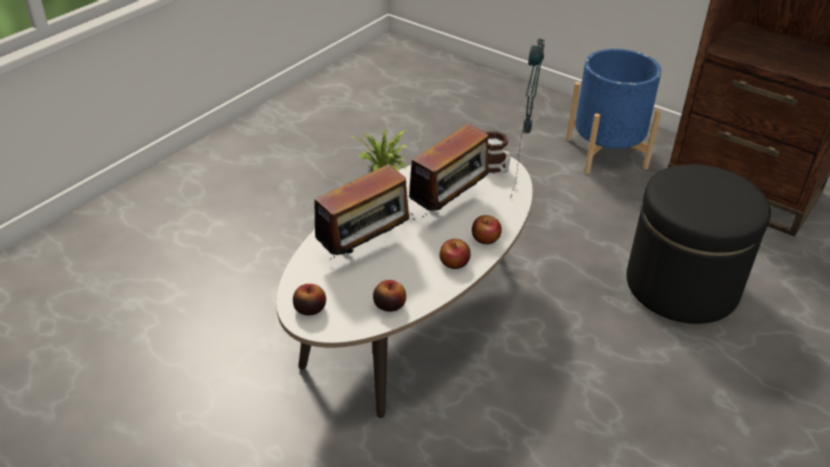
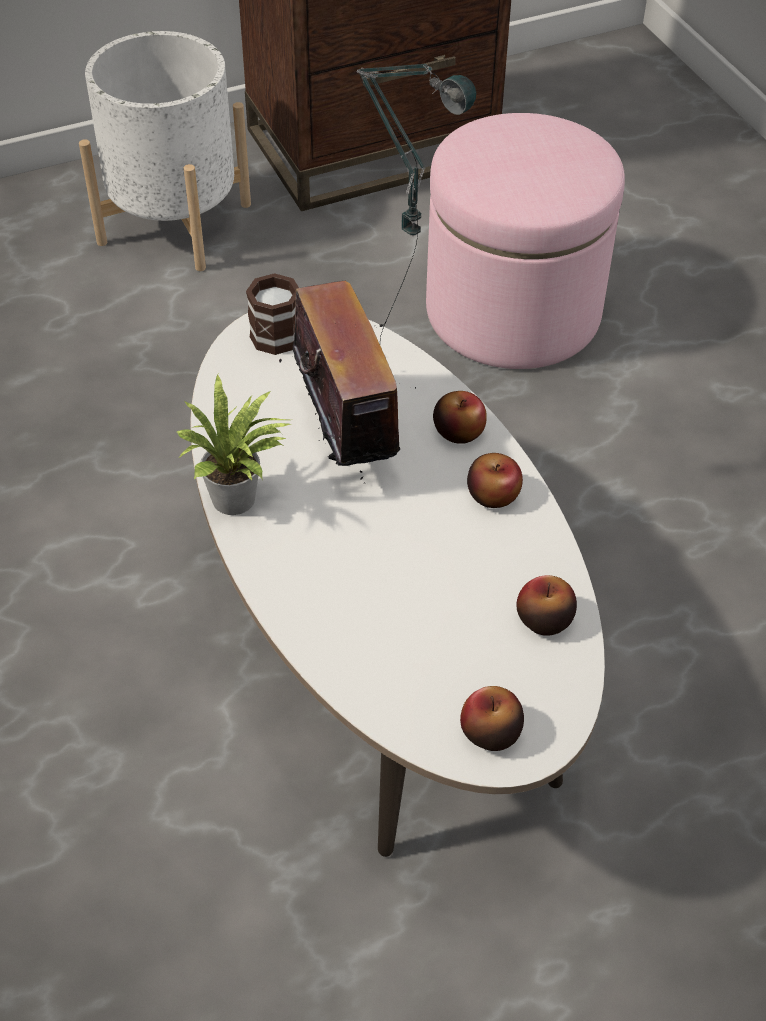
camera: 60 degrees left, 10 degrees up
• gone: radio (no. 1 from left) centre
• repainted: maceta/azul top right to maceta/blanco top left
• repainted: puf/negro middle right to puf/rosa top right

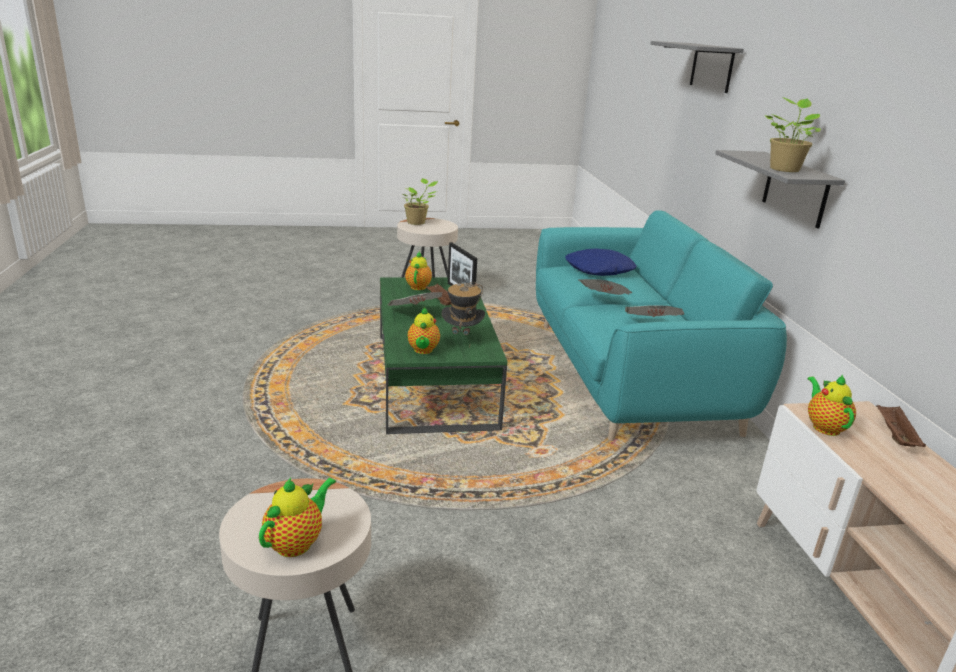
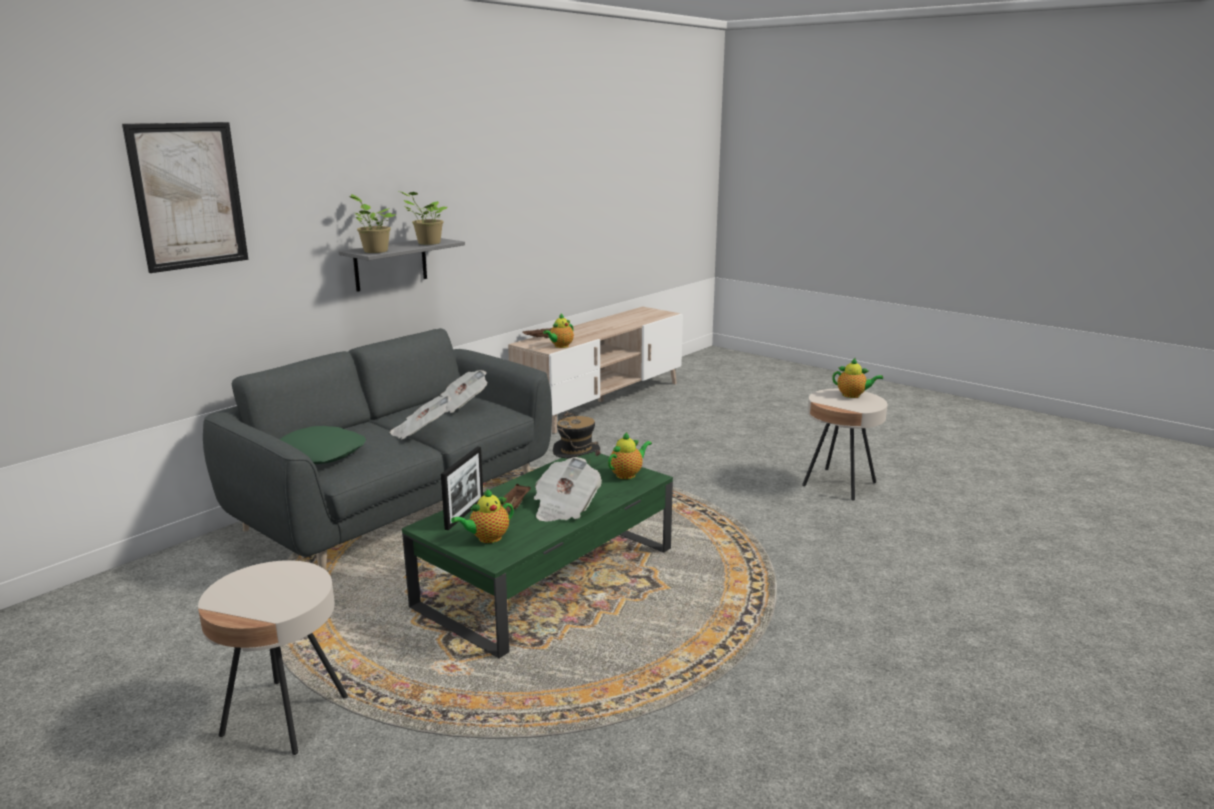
camera: 130 degrees left, 5 degrees down
• rotated: tetera (no. 1 from left in the first image) bottom left = middle right 150 degrees counterclockwise
• shifted: planta en maceta (no. 1 from left) top centre to top left
• repainted: sofá/turquesa middle right to sofá/gris middle left
• repainted: cojín/azul centre to cojín/verde middle left
• swapped: estante/gris (no. 1 from left) top right to cuadro top left

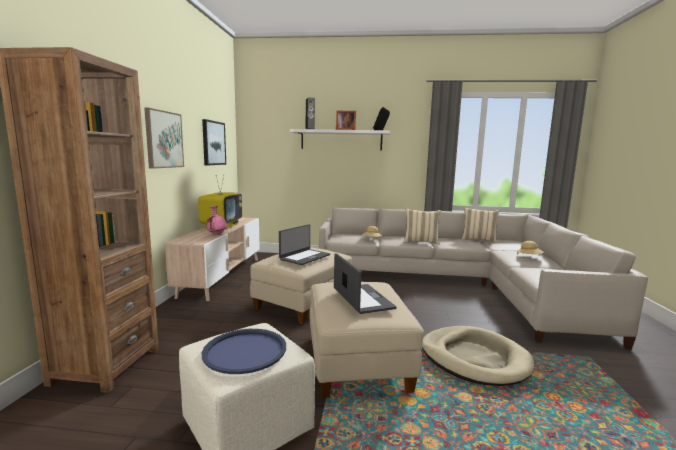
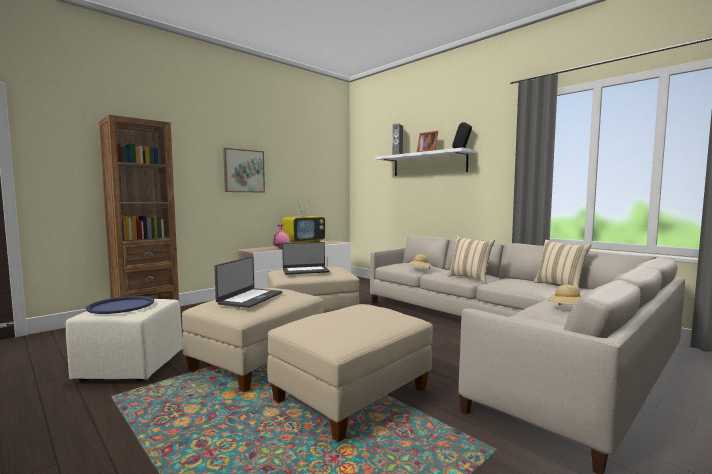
camera: 40 degrees right, 5 degrees down
• gone: cuadro (no. 2 from left) top left
• swapped: cama para perro/beis bottom right to puf/beis (no. 4 from left) bottom centre

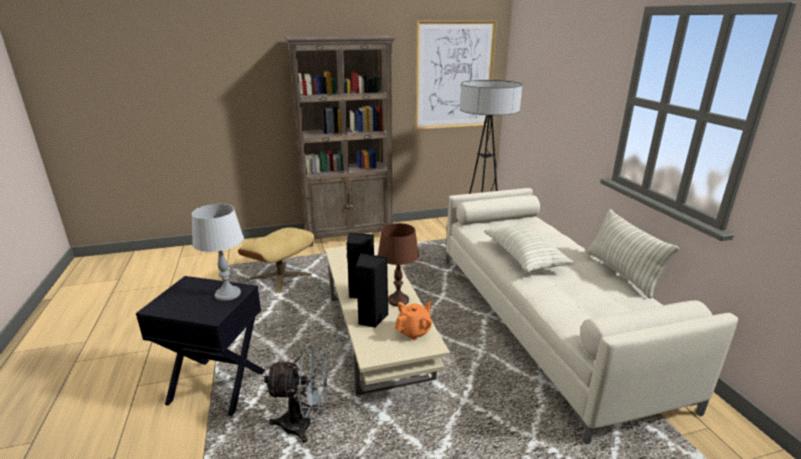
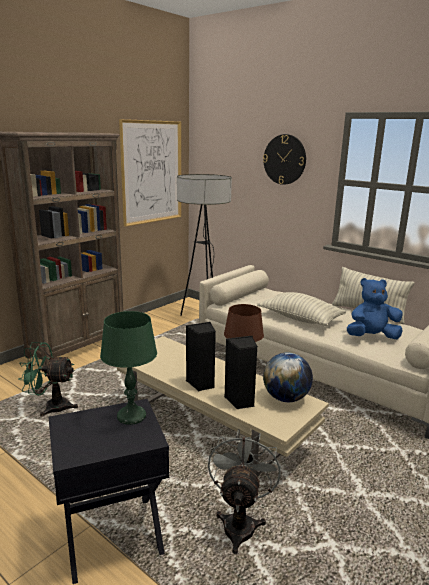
camera: 35 degrees left, 5 degrees down
• repainted: lámpara de mesa/gris middle left to lámpara de mesa/verde middle left
• swapped: puf/beis centre to ventilador/verde middle left
• rotated: ventilador/gris bottom centre = bottom centre 45 degrees counterclockwise
• swapped: tetera/naranja bottom centre to globo terráqueo middle right
• new: reloj de pared top centre
• new: peluche/azul middle right

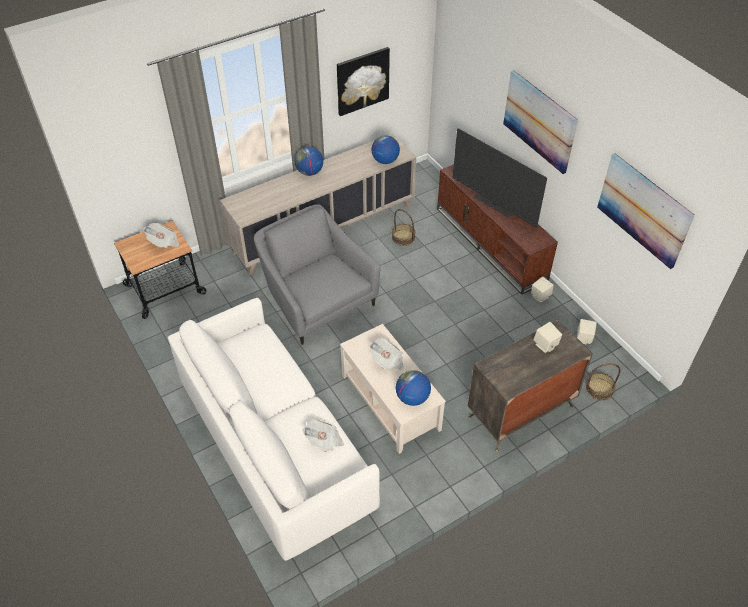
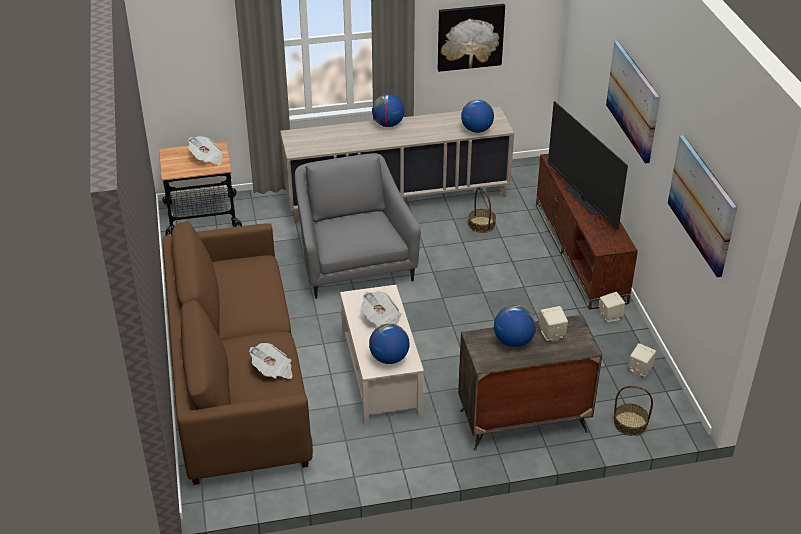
camera: 20 degrees right, 10 degrees down
• repainted: sofá/blanco bottom centre to sofá/marrón middle left
• new: globo terráqueo (no. 4 from left) centre

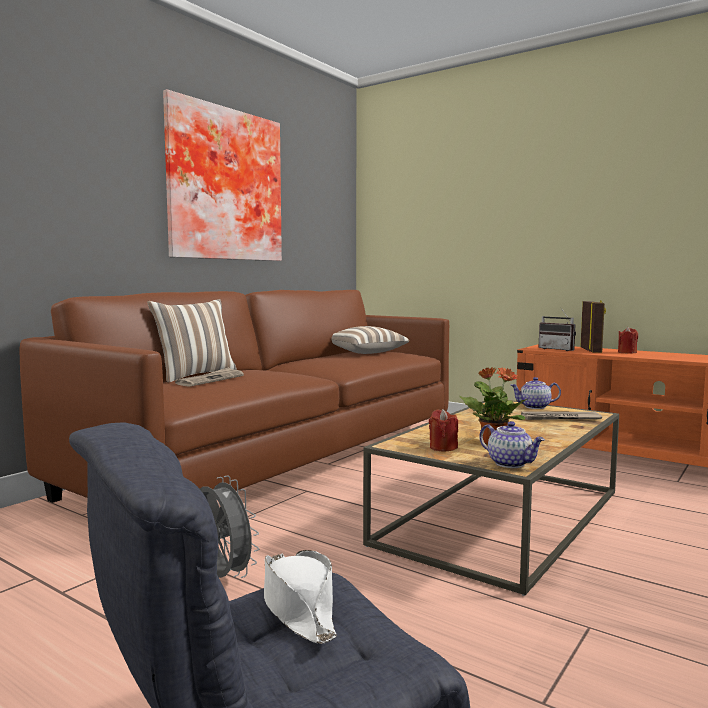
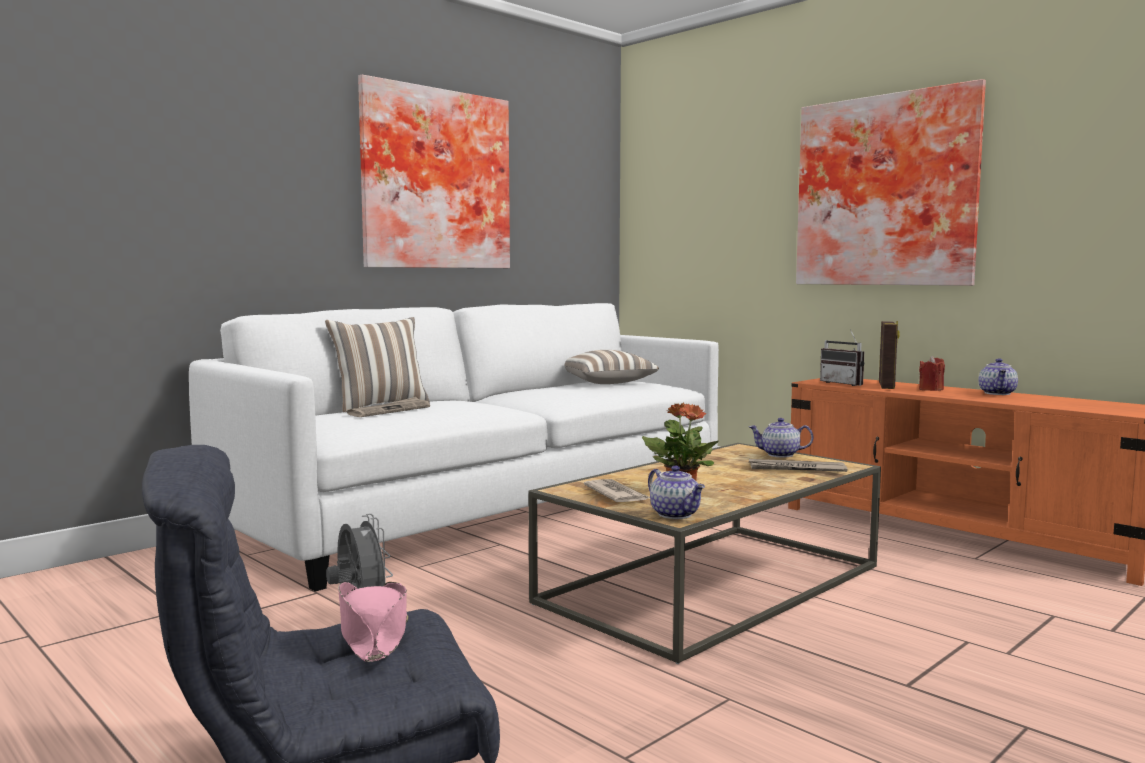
camera: 10 degrees right, 0 degrees up
• repainted: sofá/marrón middle left to sofá/blanco centre
• repainted: sombrero/blanco bottom centre to sombrero/rosa bottom left
• swapped: vela/rojo (no. 1 from left) centre to periódico (no. 2 from left) centre
• new: cuadro (no. 2 from left) top right
• new: tetera (no. 3 from left) middle right

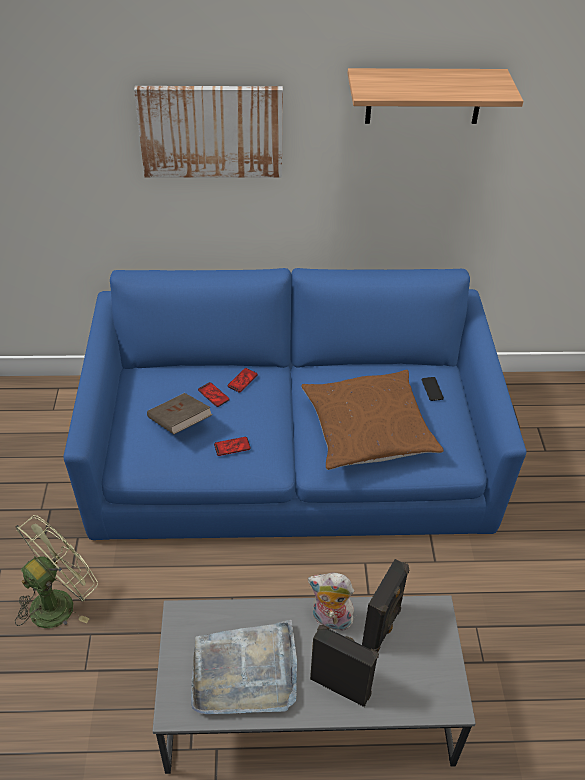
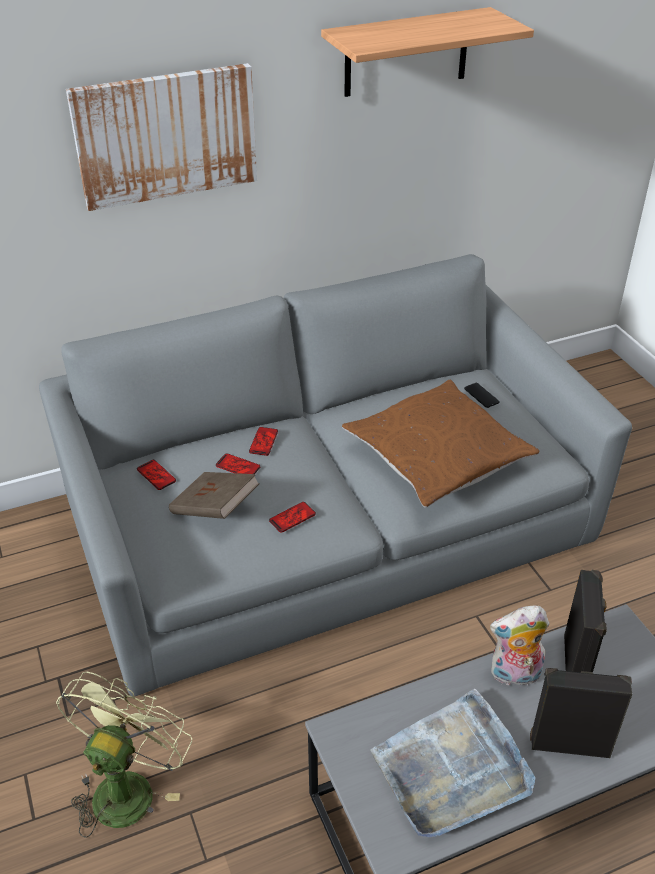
camera: 20 degrees left, 5 degrees down
• repainted: sofá/azul centre to sofá/gris centre
• new: móvil (no. 1 from left) middle left

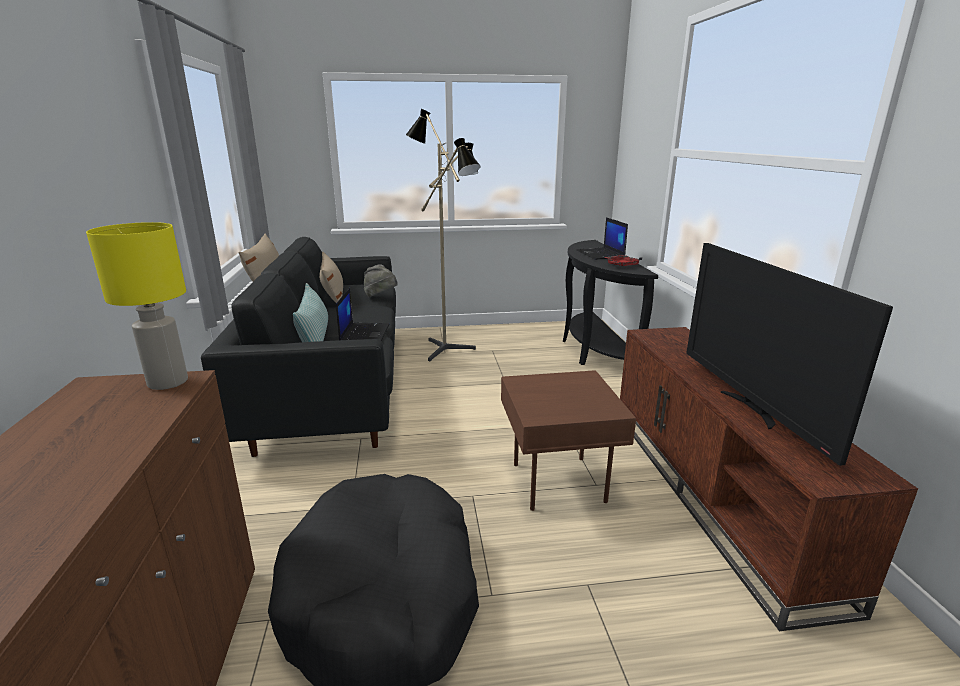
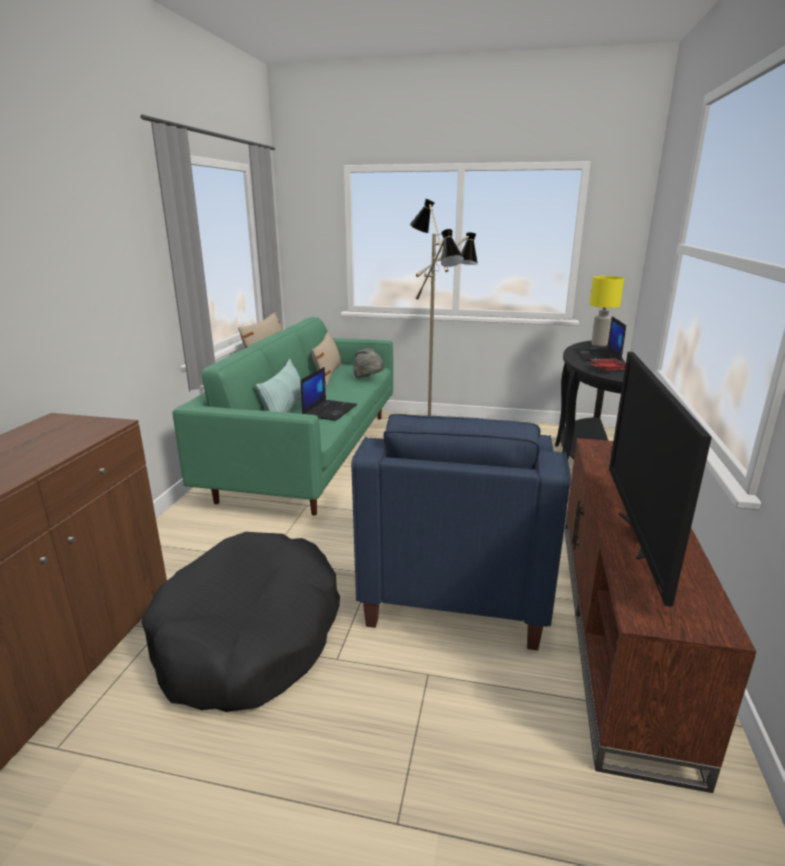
camera: 20 degrees right, 0 degrees up
• shifted: lámpara de mesa/amarillo middle left to middle right
• repainted: sofá/negro middle left to sofá/verde centre
• swapped: mesa auxiliar/marrón centre to sillón/azul centre

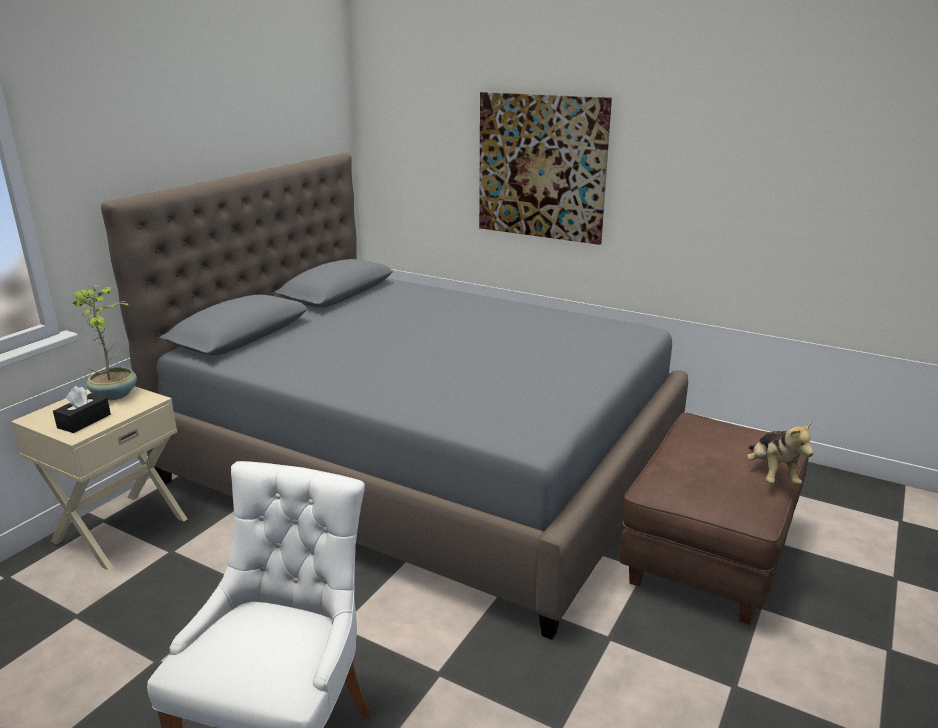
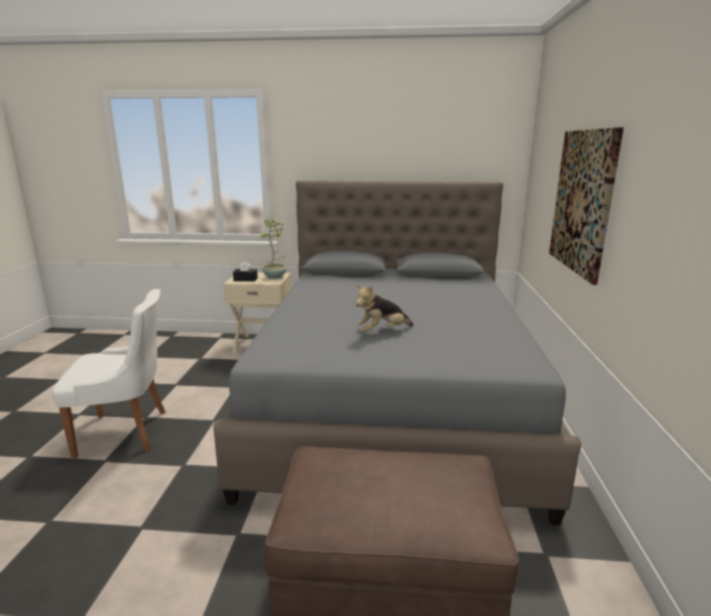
camera: 65 degrees right, 5 degrees down
• shifted: peluche middle right to centre

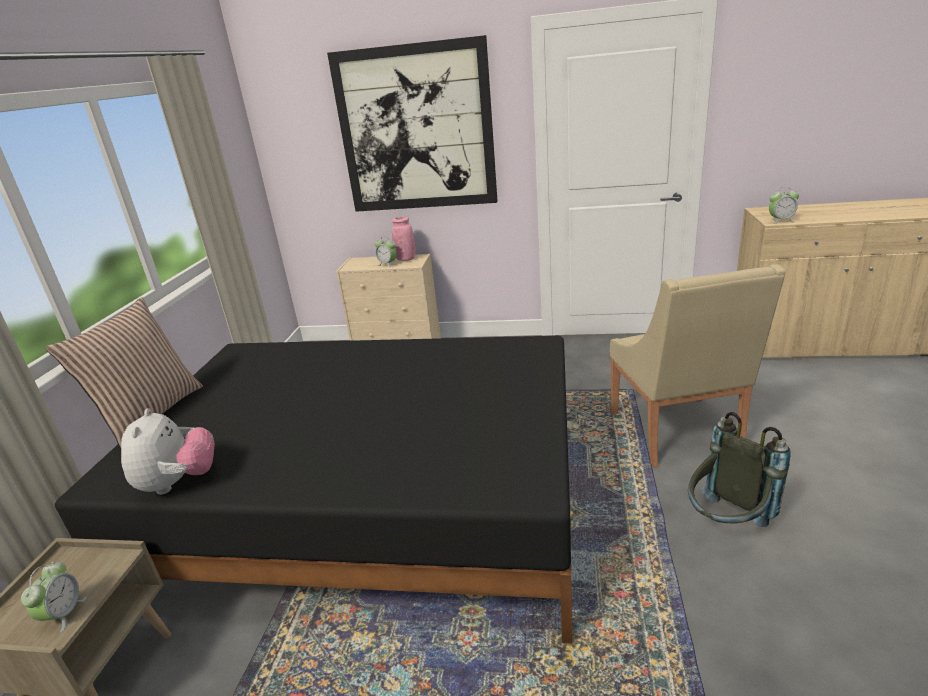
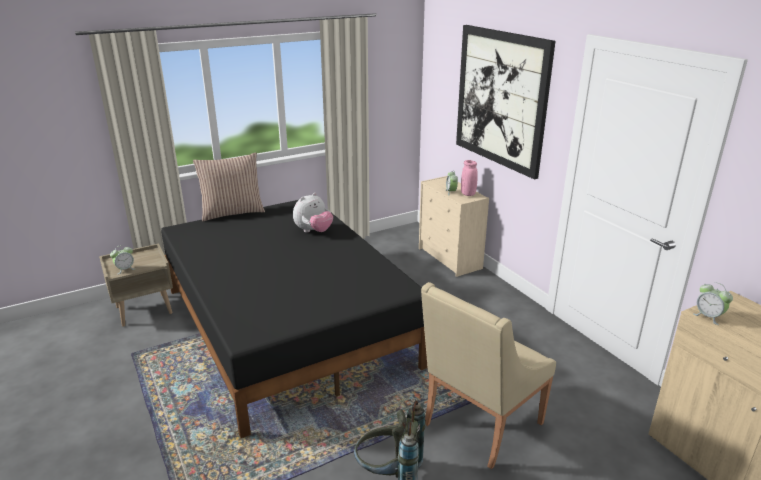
camera: 50 degrees right, 0 degrees up
• shifted: peluche middle left to centre

